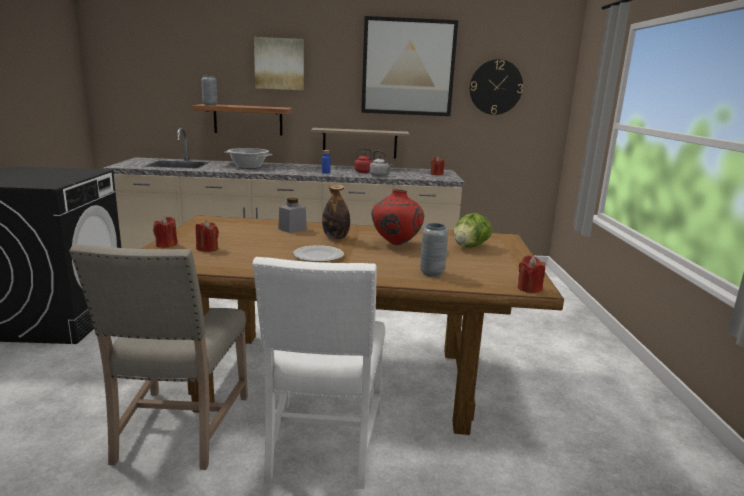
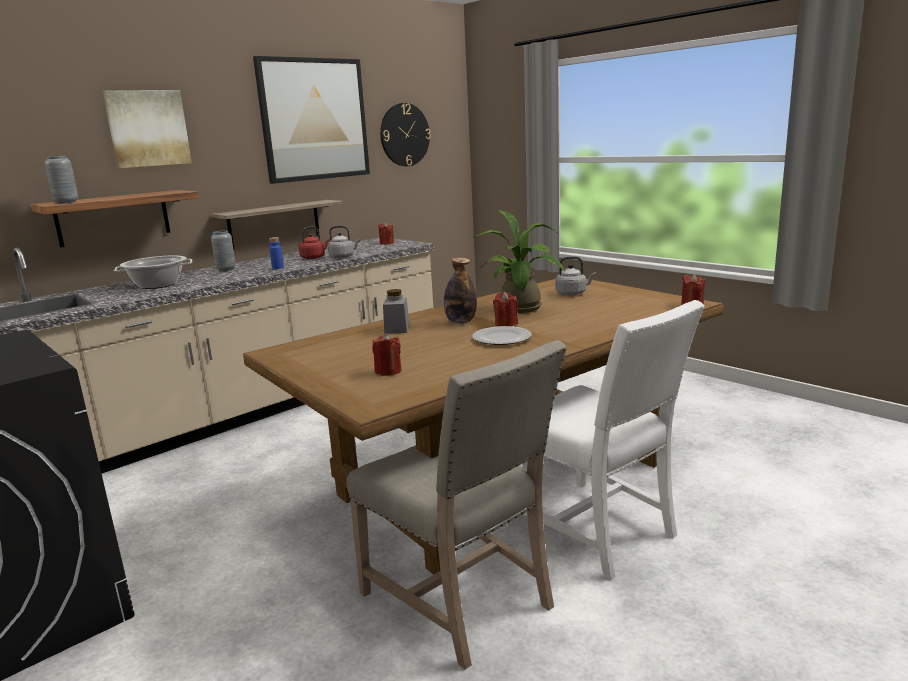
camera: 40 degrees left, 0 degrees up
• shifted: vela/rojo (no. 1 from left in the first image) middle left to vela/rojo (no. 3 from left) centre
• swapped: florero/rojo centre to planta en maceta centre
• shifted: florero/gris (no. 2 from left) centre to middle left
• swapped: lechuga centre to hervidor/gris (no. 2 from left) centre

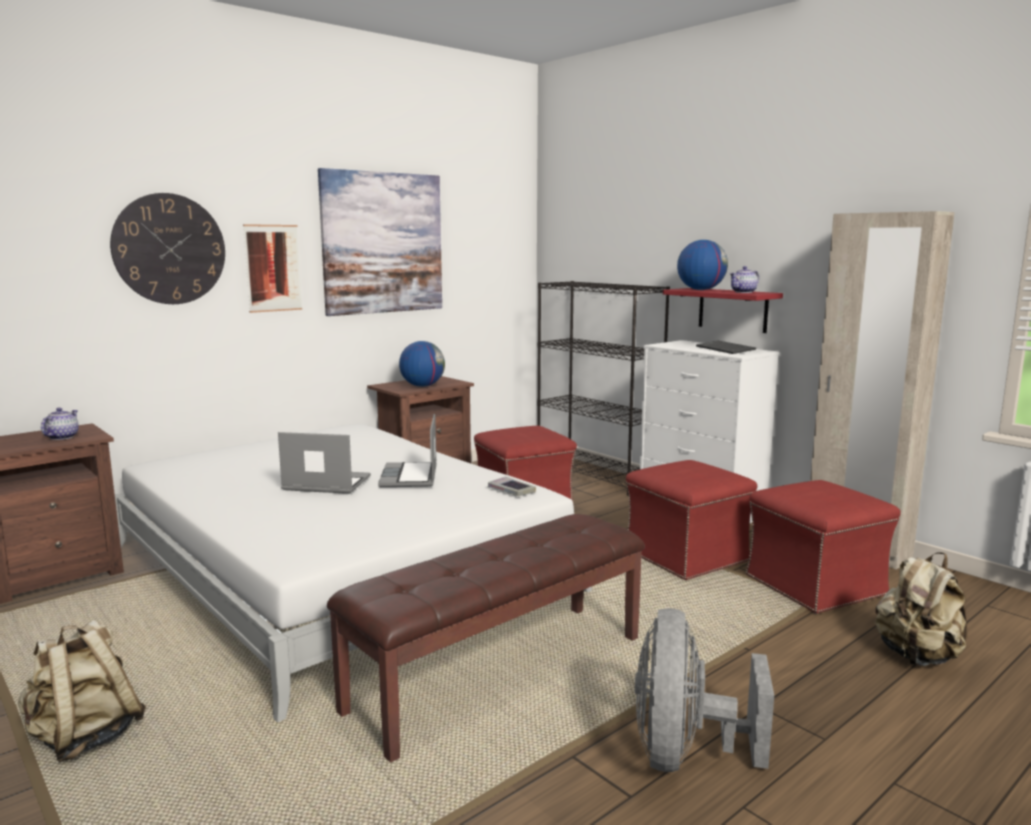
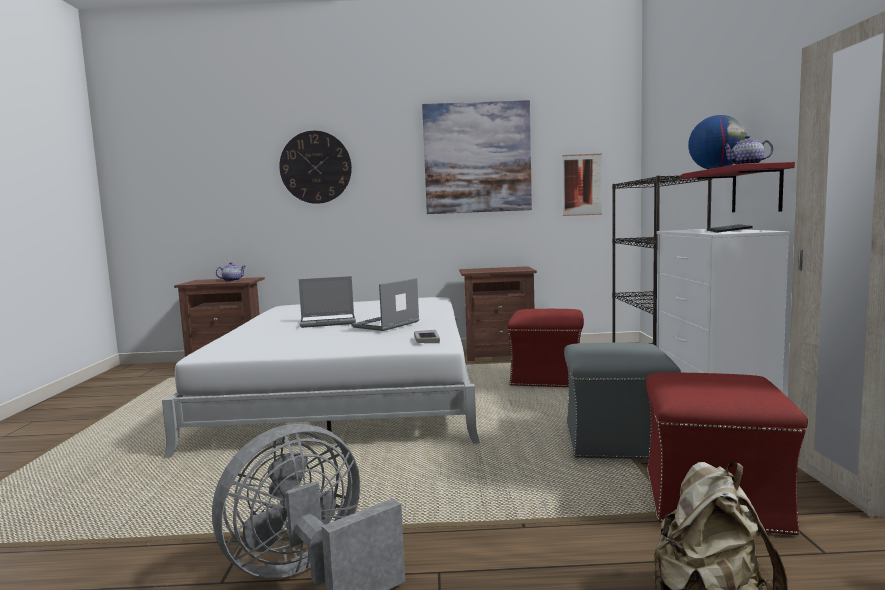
camera: 40 degrees right, 5 degrees down
• gone: mochila/beis (no. 1 from left) bottom left
• shifted: cuadro (no. 1 from left in the first image) top left to cuadro (no. 2 from left) top centre
• rotated: portátil (no. 1 from left) middle left = centre 120 degrees clockwise
• gone: banco/marrón bottom centre
• gone: globo terráqueo (no. 1 from left) centre
• repainted: puf/rojo (no. 2 from left) middle right to puf/gris bottom right

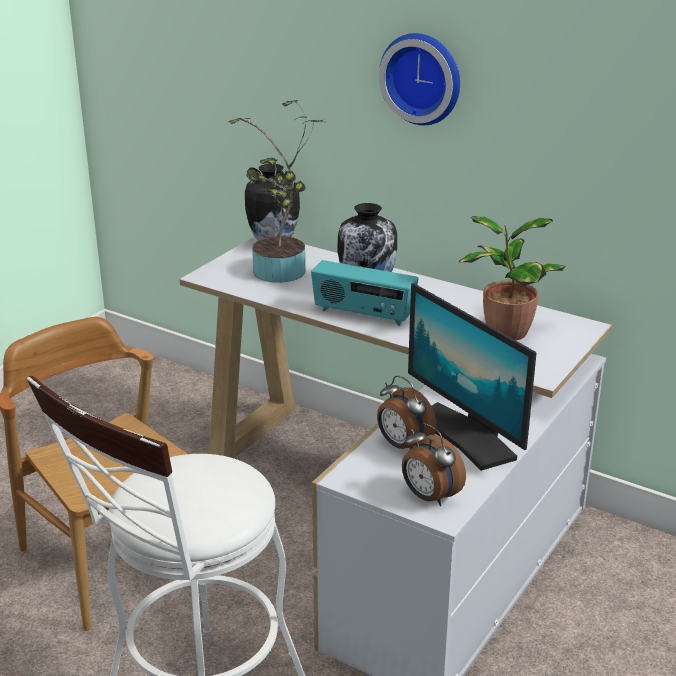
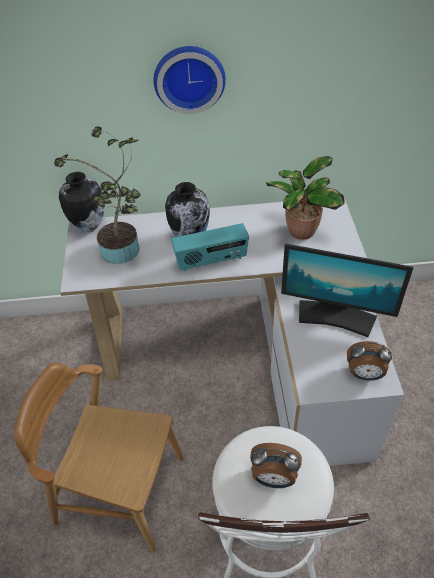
camera: 35 degrees left, 20 degrees up
• shifted: despertador (no. 1 from left) centre to bottom centre

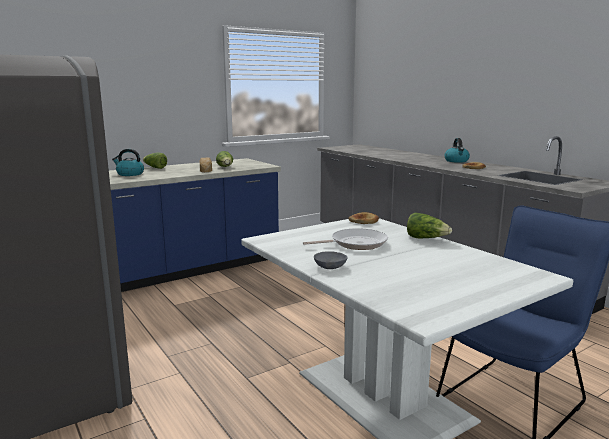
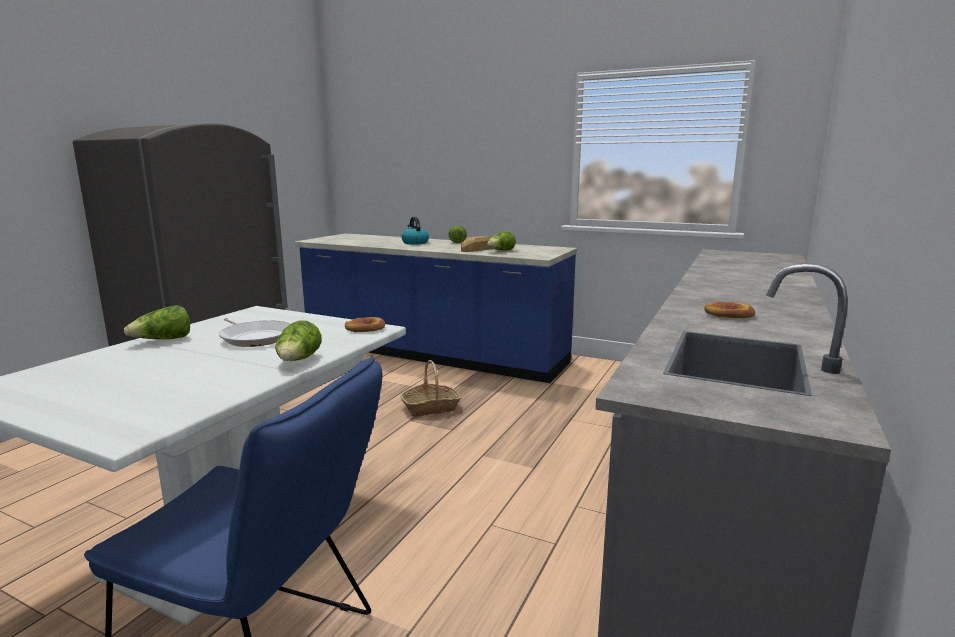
camera: 60 degrees right, 0 degrees up
• swapped: cuenco/gris centre to lechuga (no. 1 from left) middle left
• gone: hervidor (no. 2 from left) middle right
• new: cesta centre

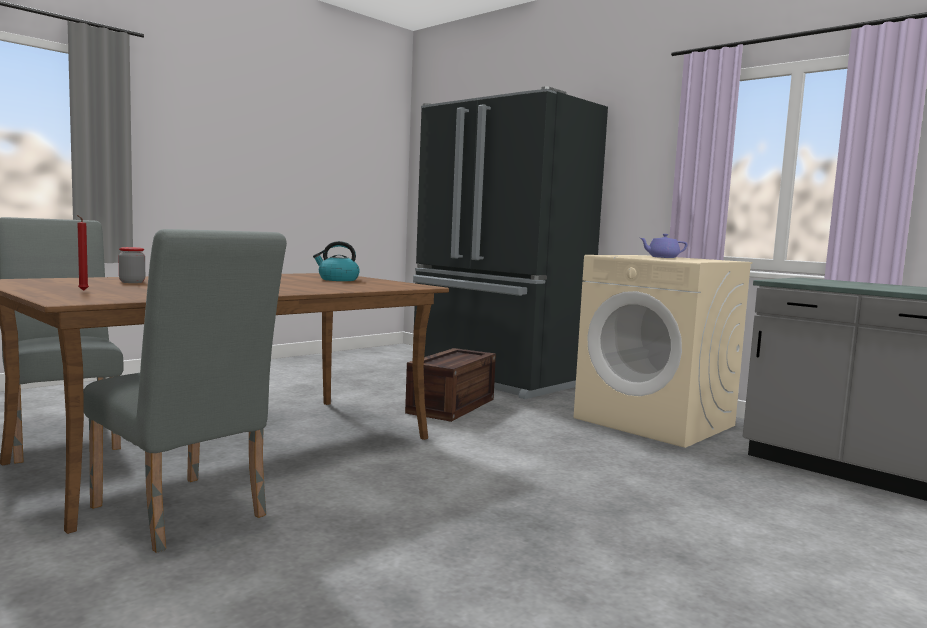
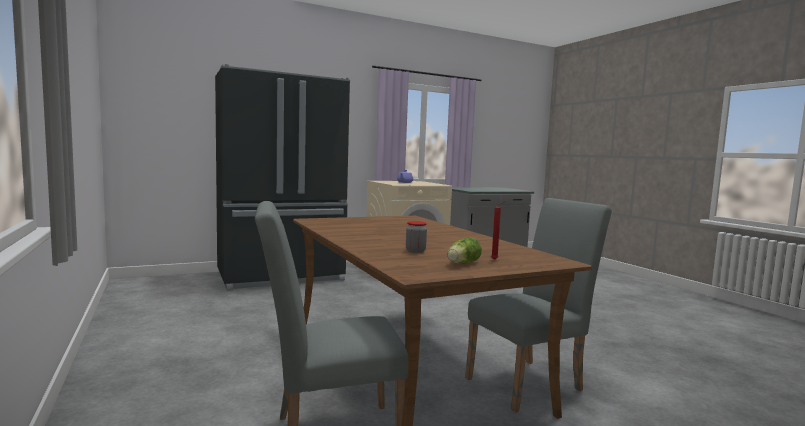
camera: 70 degrees left, 0 degrees up
• gone: hervidor centre
• gone: caja de embalaje centre
• new: lechuga centre

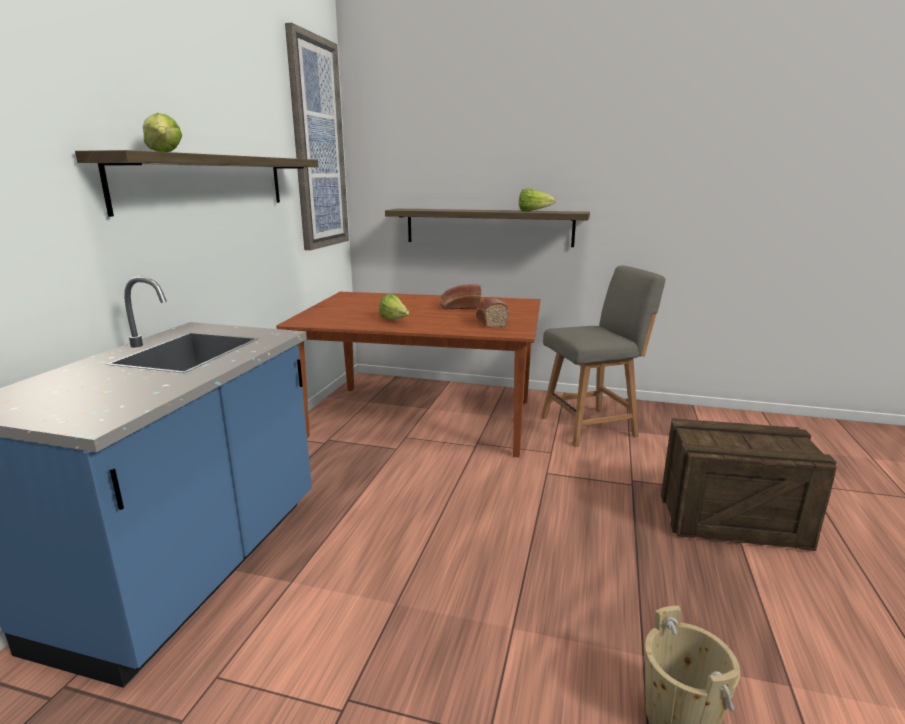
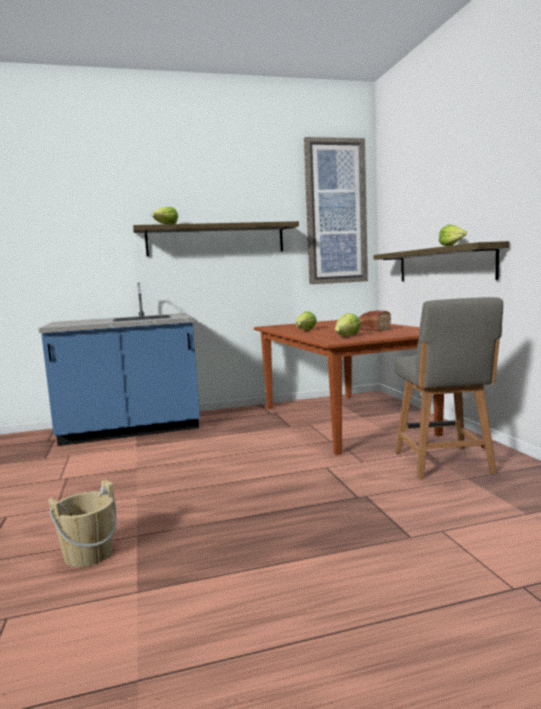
camera: 60 degrees right, 10 degrees down
• swapped: pan (no. 2 from left) centre to lechuga (no. 3 from left) centre
• rotated: silla/gris centre = middle right 45 degrees clockwise
• gone: caja de embalaje bottom right

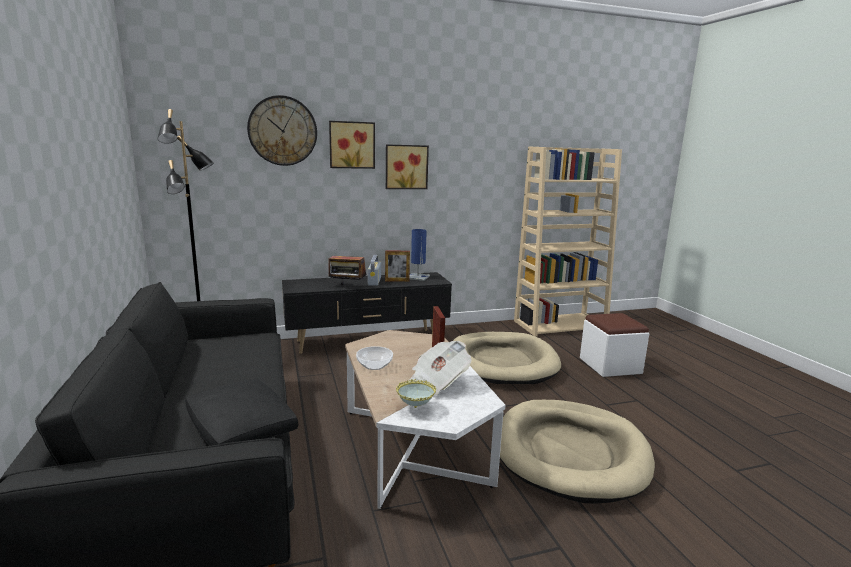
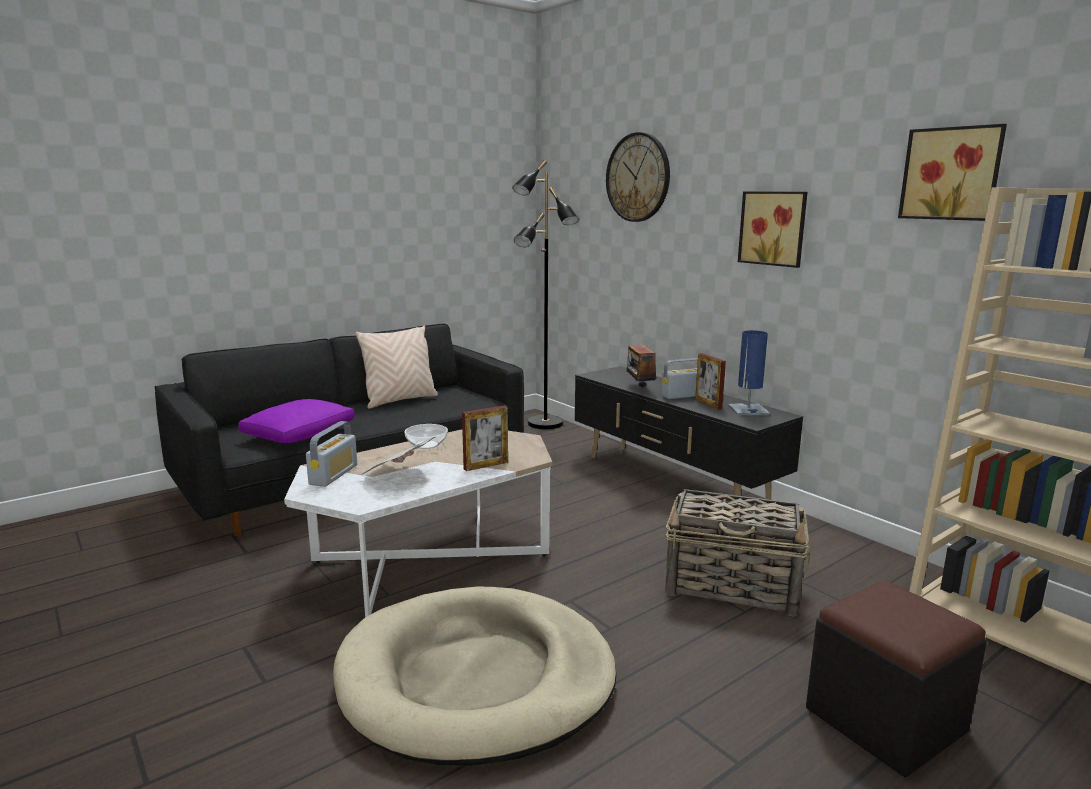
camera: 70 degrees right, 0 degrees up
• repainted: cojín/negro bottom left to cojín/morado middle left
• shifted: cuadro (no. 1 from left in the first image) top centre to cuadro (no. 2 from left) top right
• swapped: cuenco (no. 2 from left) bottom centre to radio (no. 1 from left) middle left
• swapped: cama para perro/beis (no. 1 from left) centre to cesta bottom right
• repainted: puf/blanco middle right to puf/negro bottom right
• new: cojín/beis centre

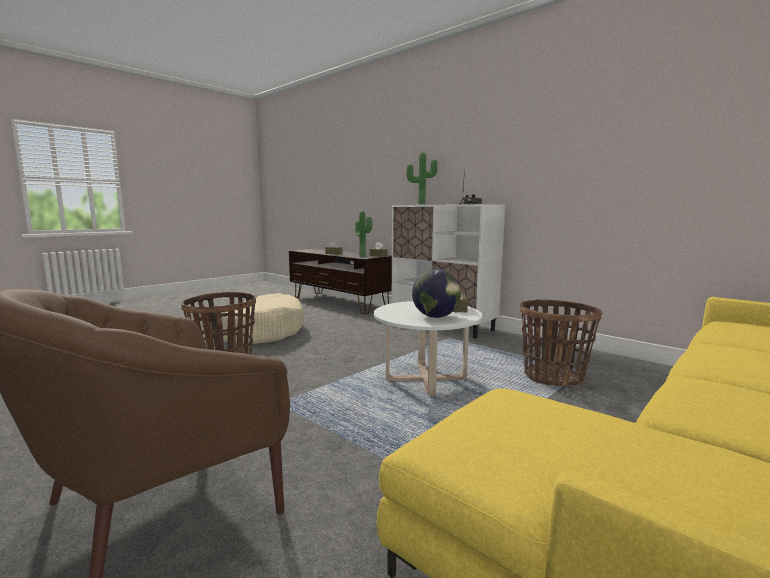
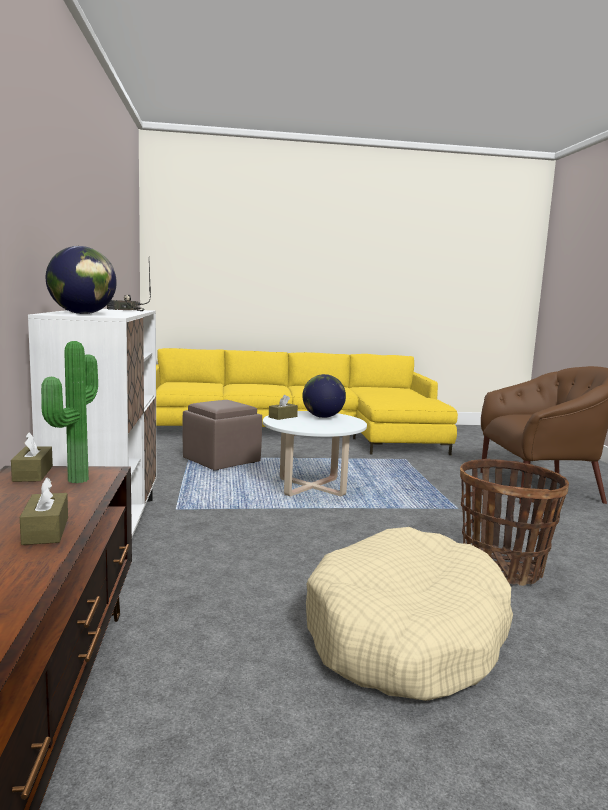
camera: 140 degrees left, 0 degrees up
• swapped: planta en maceta (no. 2 from left) top centre to globo terráqueo (no. 1 from left) middle left
• swapped: cesta (no. 2 from left) middle right to puf/marrón centre

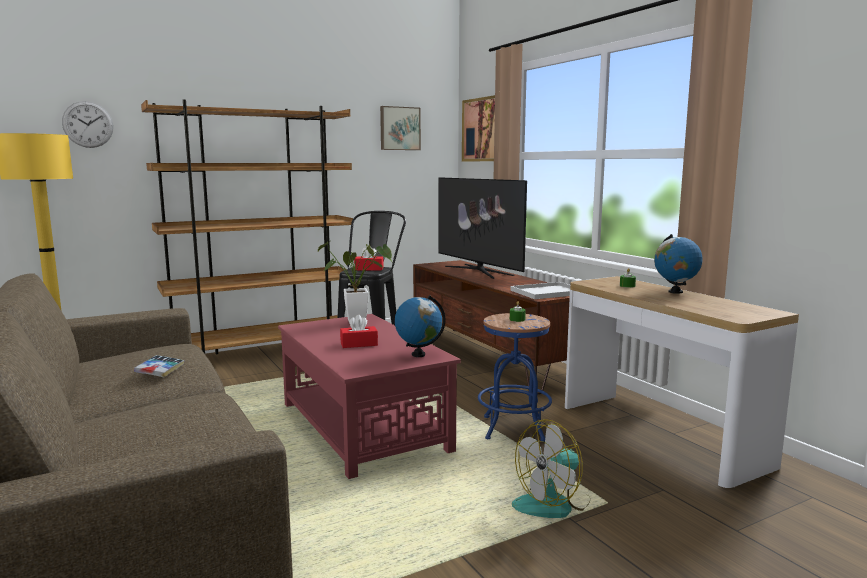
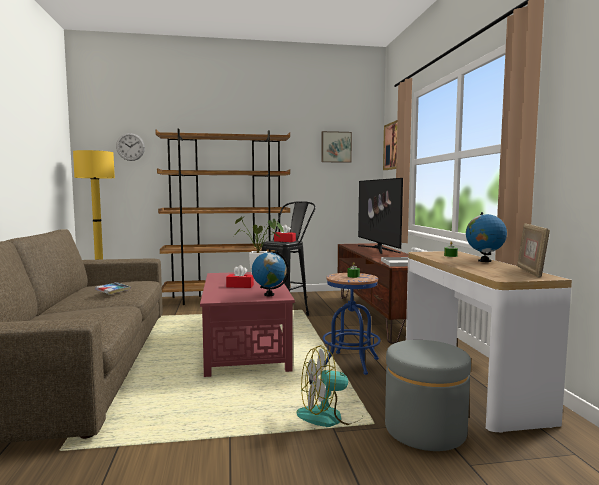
camera: 20 degrees right, 5 degrees down
• new: puf/gris bottom right
• new: portarretratos middle right

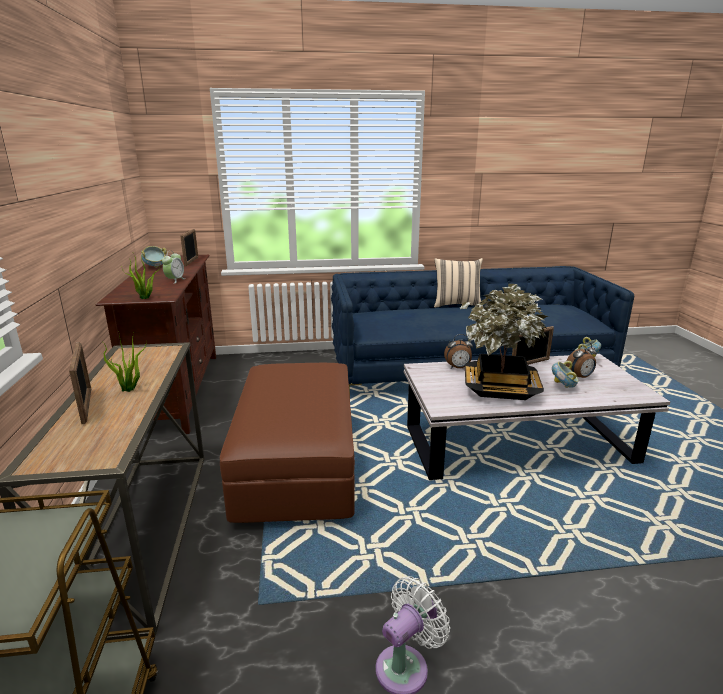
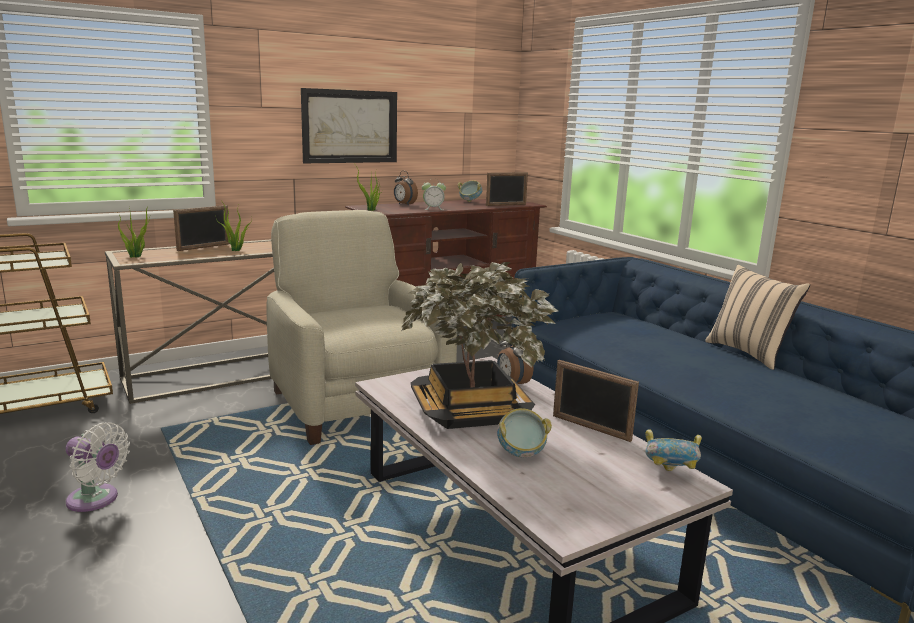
camera: 65 degrees right, 5 degrees down
• swapped: puf/marrón centre to sillón/beis centre
• shifted: despertador (no. 3 from left in the first image) middle right to despertador (no. 1 from left) top centre
• new: planta en maceta (no. 1 from left) middle left
• new: cuadro top centre

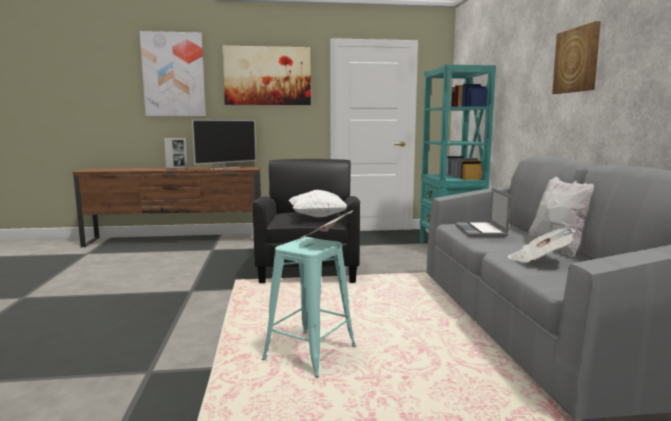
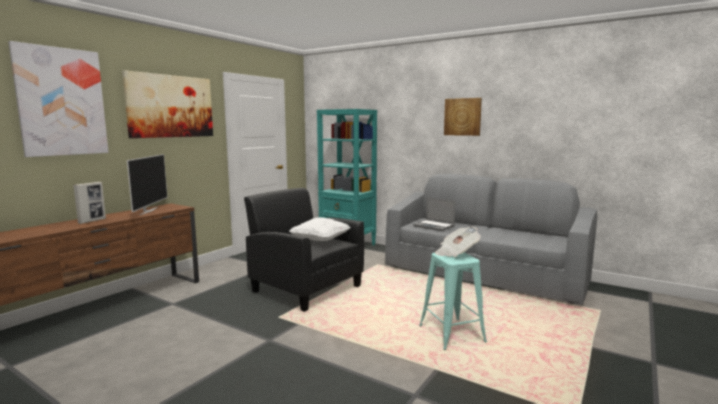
camera: 50 degrees left, 0 degrees up
• gone: periódico (no. 2 from left) middle right
• gone: cojín/blanco (no. 2 from left) middle right

